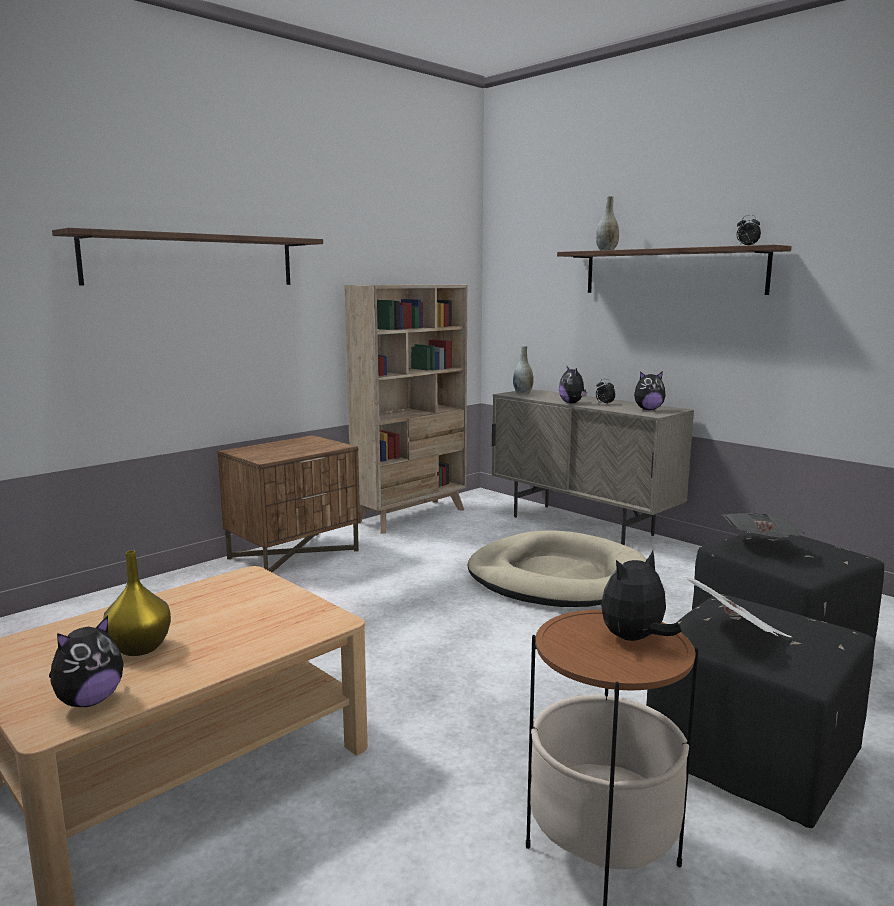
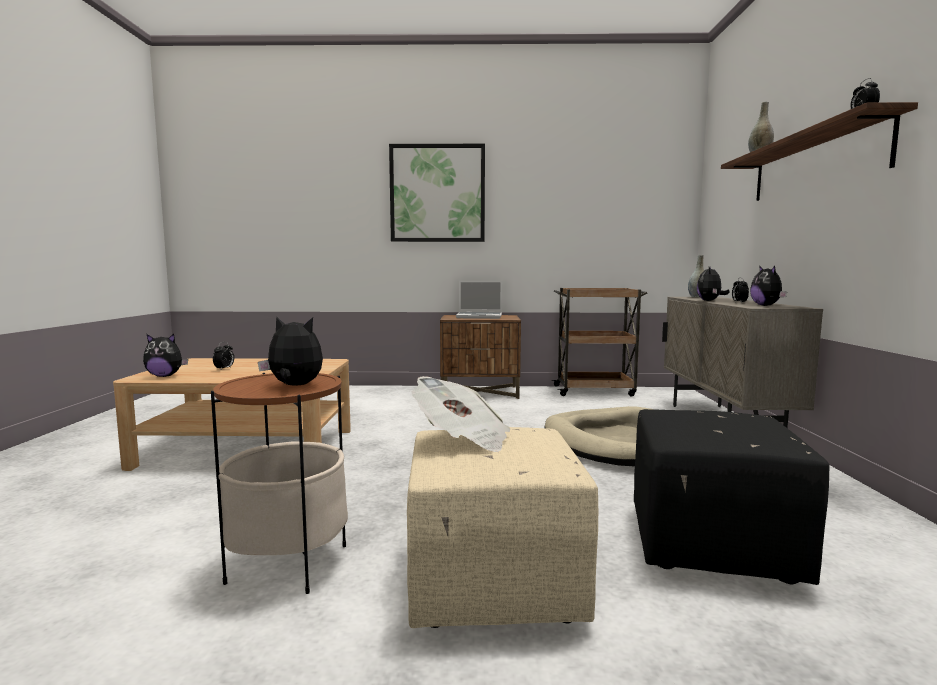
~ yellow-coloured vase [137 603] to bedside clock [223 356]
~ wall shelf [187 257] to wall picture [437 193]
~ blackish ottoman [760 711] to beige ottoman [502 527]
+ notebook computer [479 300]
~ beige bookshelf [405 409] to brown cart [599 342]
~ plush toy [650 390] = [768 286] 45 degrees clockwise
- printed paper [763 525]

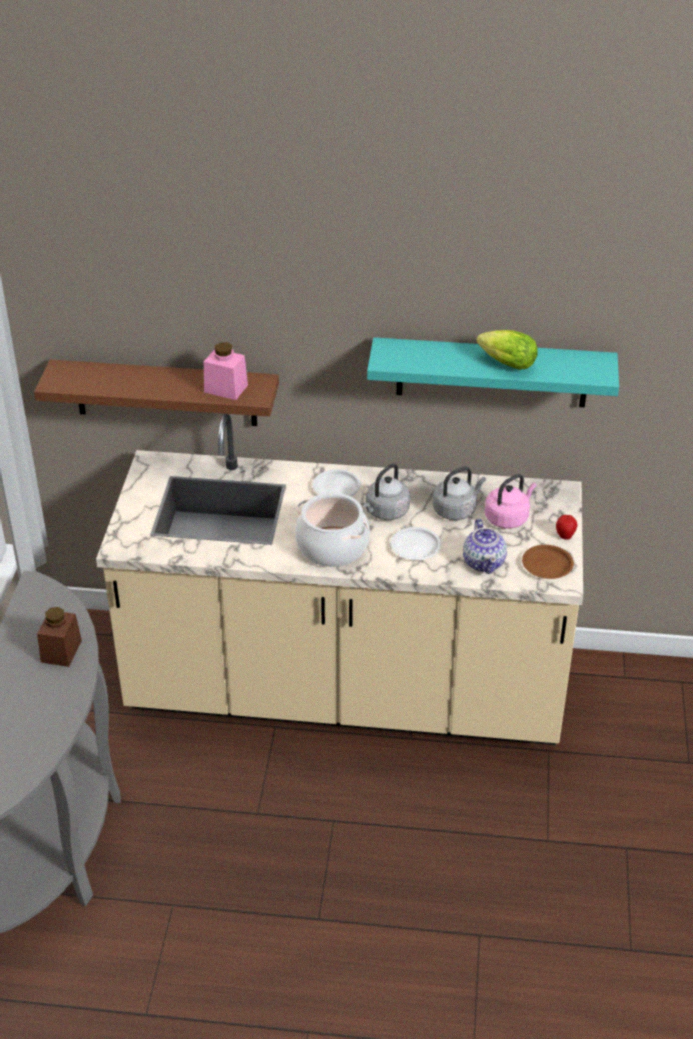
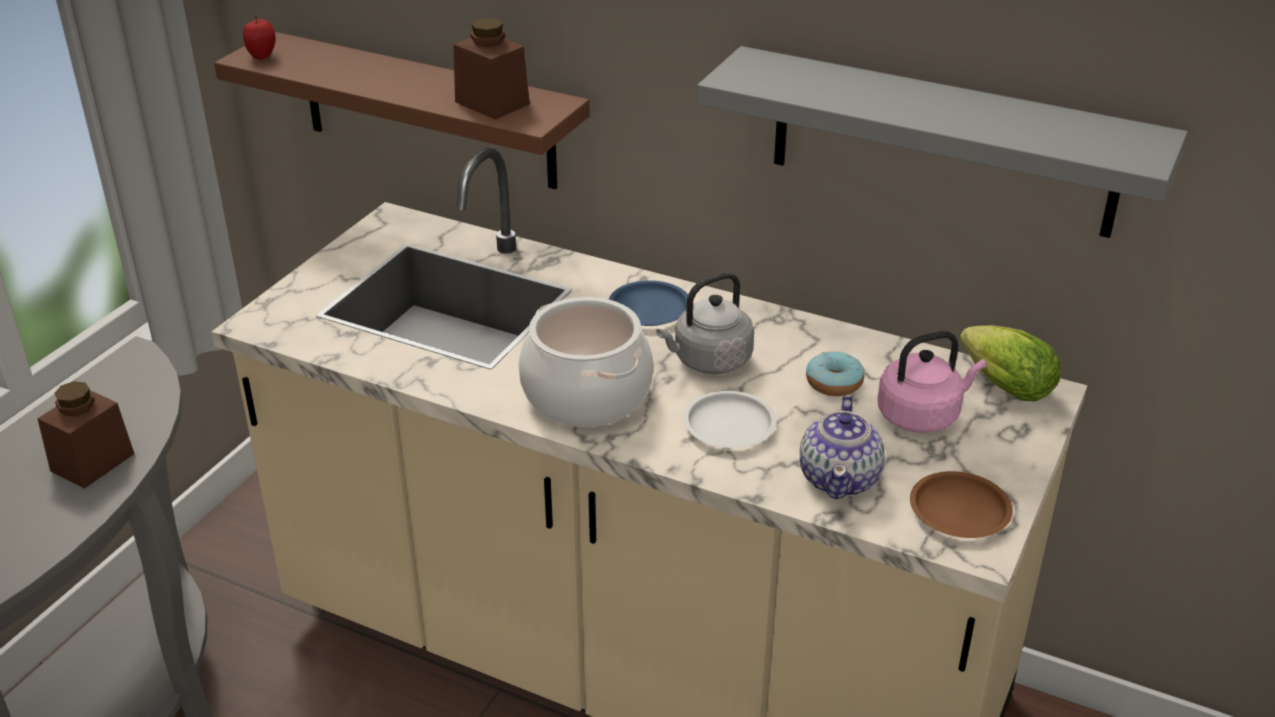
~ whole apple [566 527] to [259 38]
~ pinkish jar [226 371] to brown jar [491 68]
~ white plate [337 482] to bluish plate [648 303]
~ turquoise-coloured wall shelf [493 372] to gray wall shelf [942 142]
~ gray water kettle [459 493] to donut [835 374]
~ lettuce head [507 350] to [1010 363]

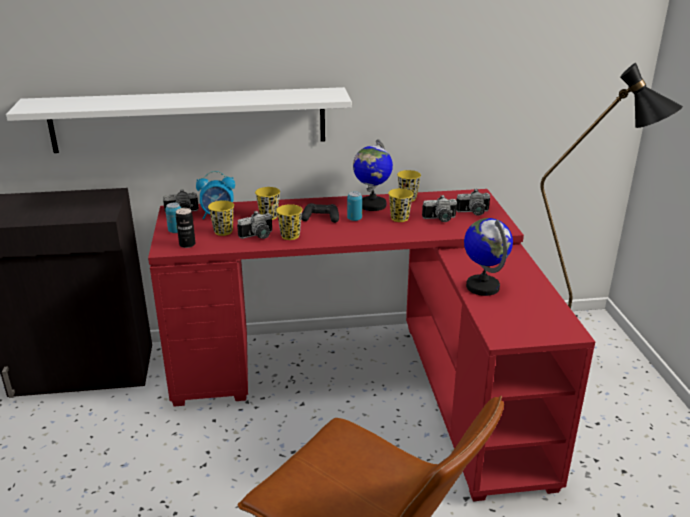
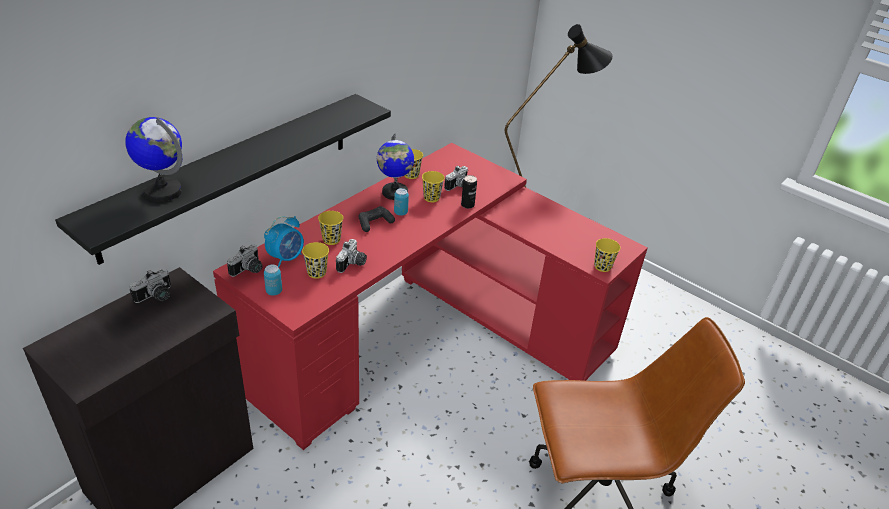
~ white wall shelf [179 120] to blackish wall shelf [223 179]
~ globe [488 257] to [153 159]
~ still camera [473 202] to [150 286]
~ metal can [186 228] to [469 192]
~ yellow-coloured cup [289 222] to [607 255]

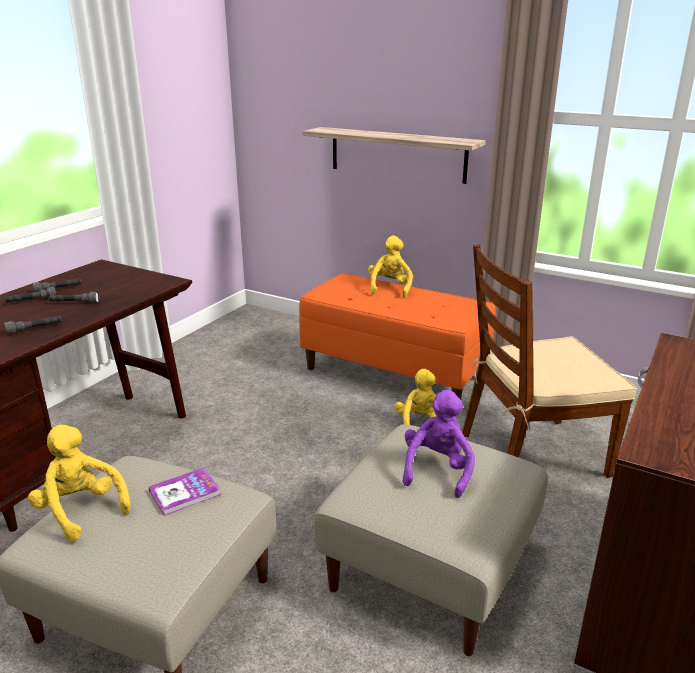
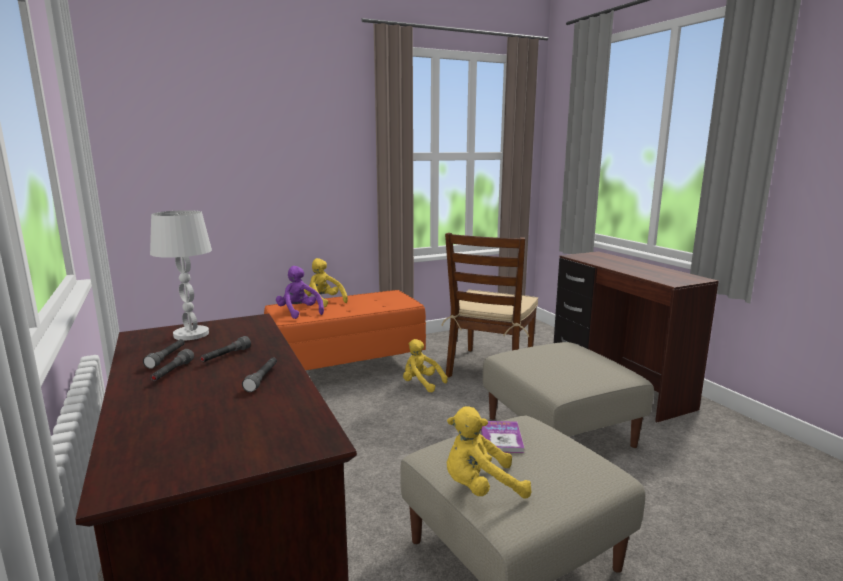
+ white lamp for a table [181 275]
~ purple-coloured plush toy [438 443] to [300 292]
- wall shelf [394 155]

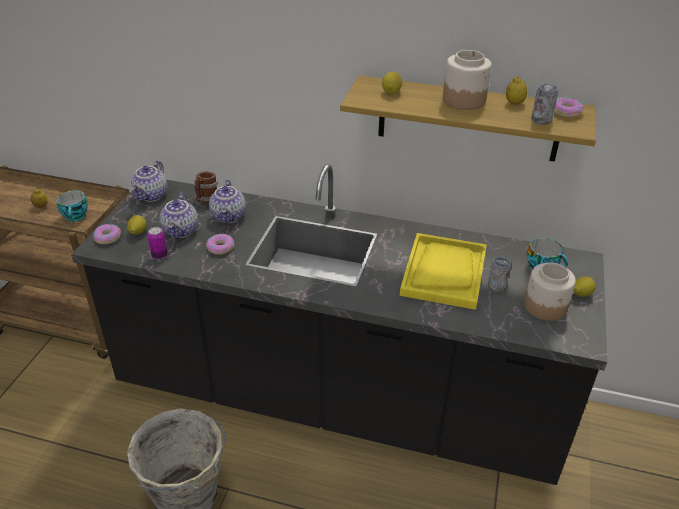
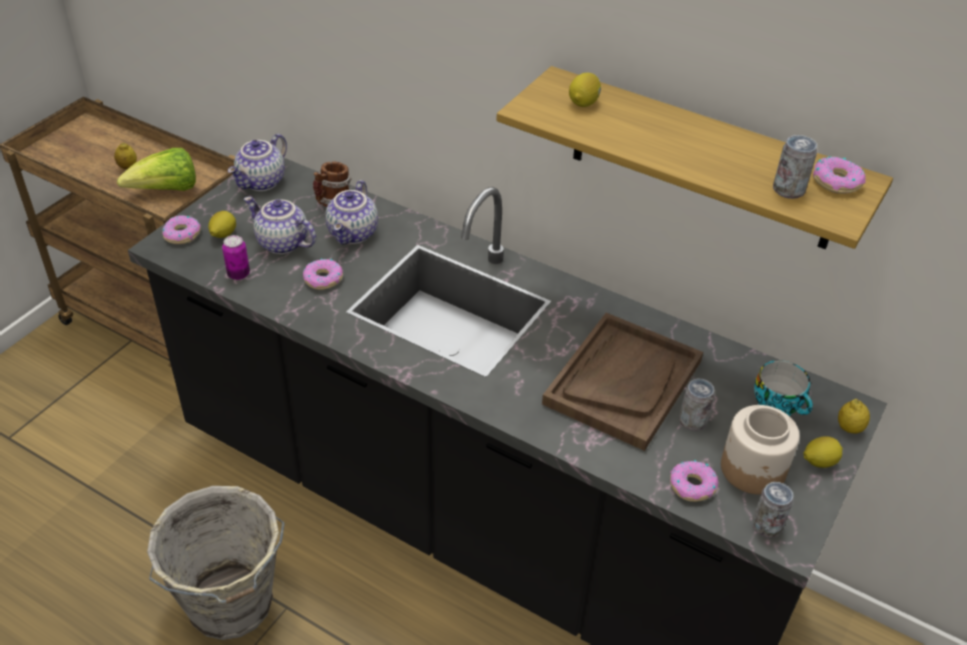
~ cup [72 205] to lettuce head [156 169]
~ pot for tea [179 216] = [280 225] 105 degrees clockwise
~ yellow-coloured tray [443 271] to brown tray [622 382]
+ donut [694 481]
+ metal can [772 510]
~ whole lemon [516 90] to [854 416]
- jar [467 80]

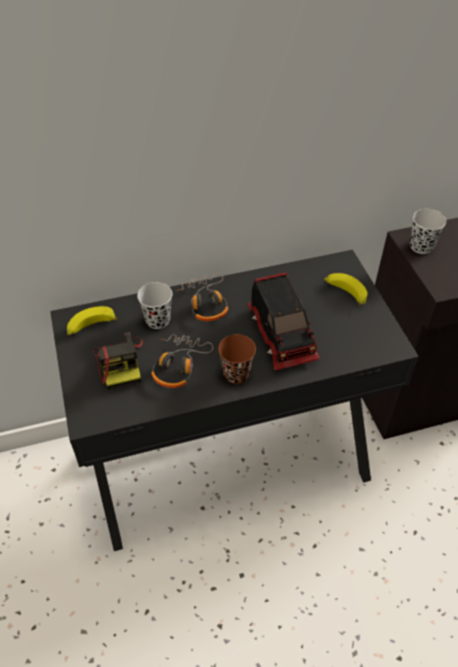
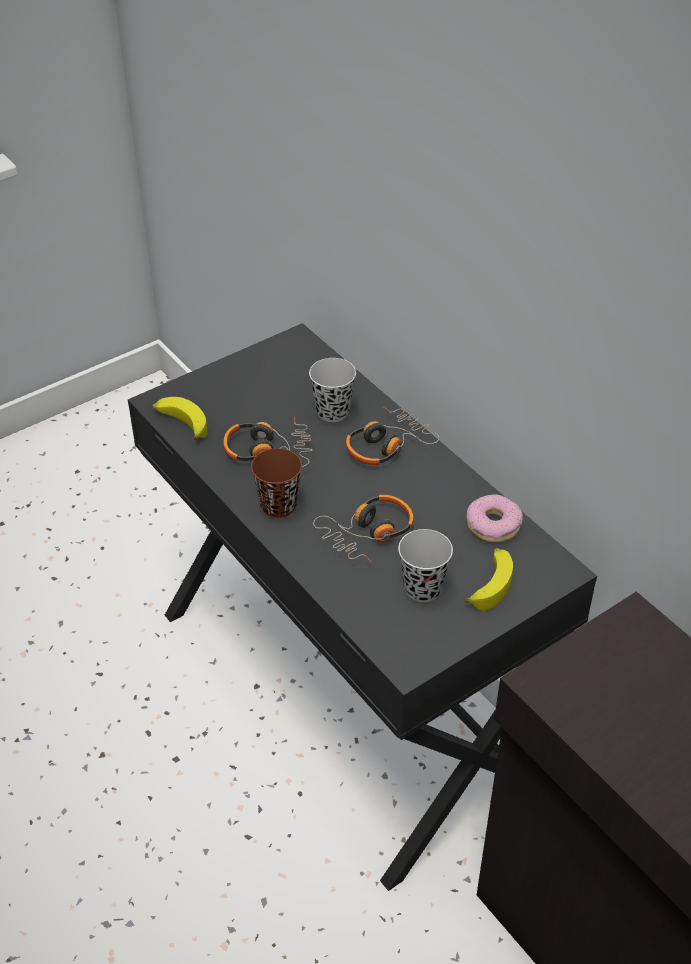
~ whole banana [92 321] to [179 418]
~ toy lorry [284 321] to headphones [363 528]
~ blackish cup [428 231] to [425 565]
+ donut [494 518]
- still camera [118 361]

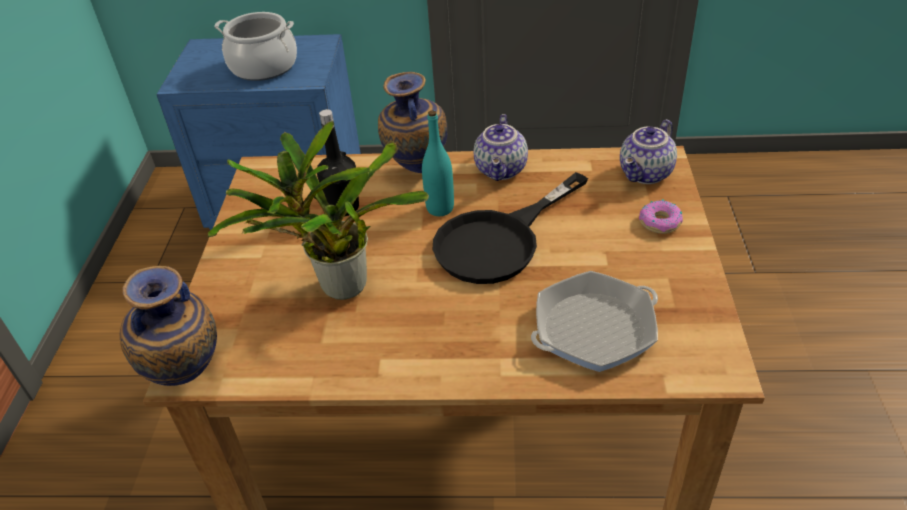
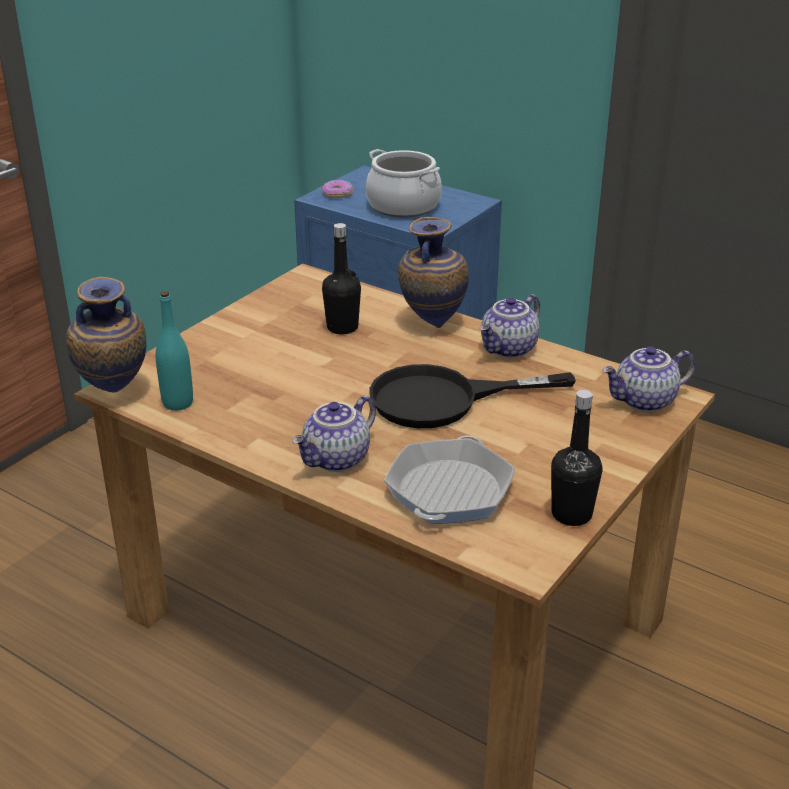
~ turquoise-coloured beverage bottle [438 163] to [174 351]
+ pot for tea [334 434]
~ donut [661 216] to [337 189]
~ frying pan [594 321] = [449 479] 105 degrees clockwise
+ blackish beverage bottle [577 458]
- houseplant [318 210]

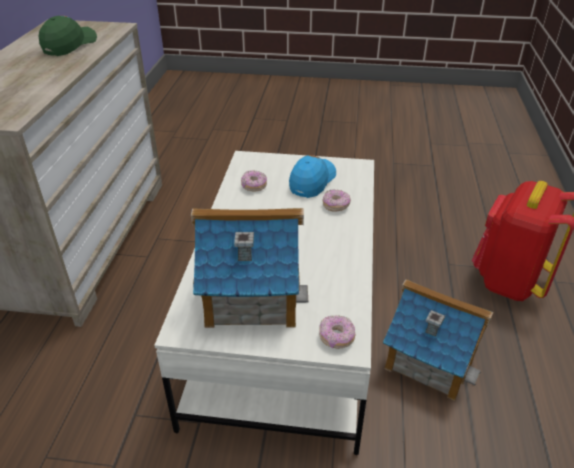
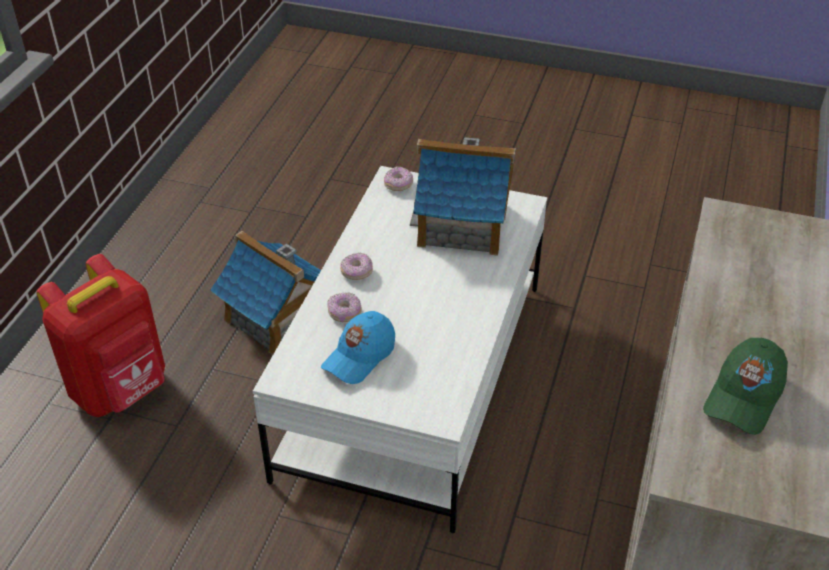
~ donut [254 181] to [356 266]

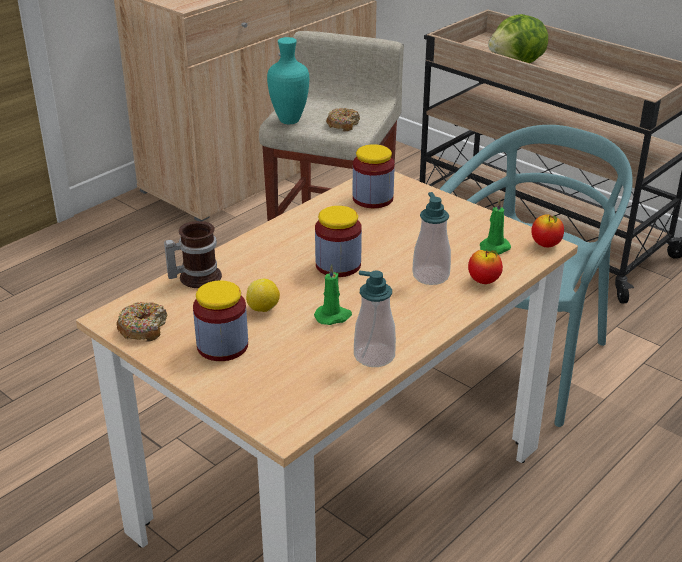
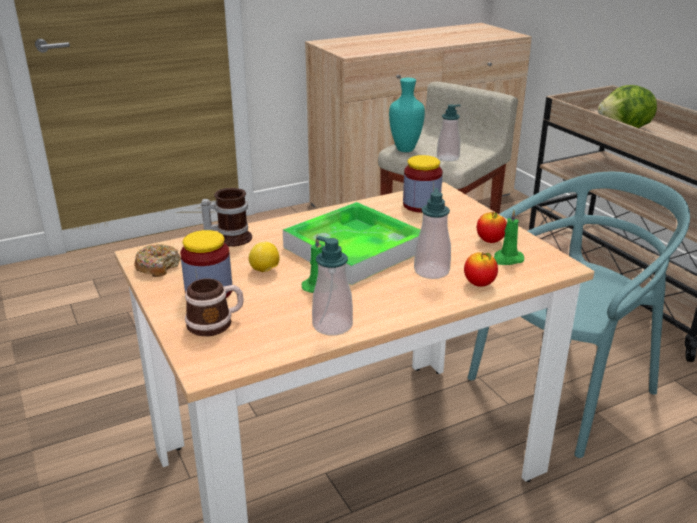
+ mug [214 307]
~ jar [338 241] to tray [351 243]
~ donut [343 119] to soap dispenser [449 132]
~ whole apple [547 230] to [492 227]

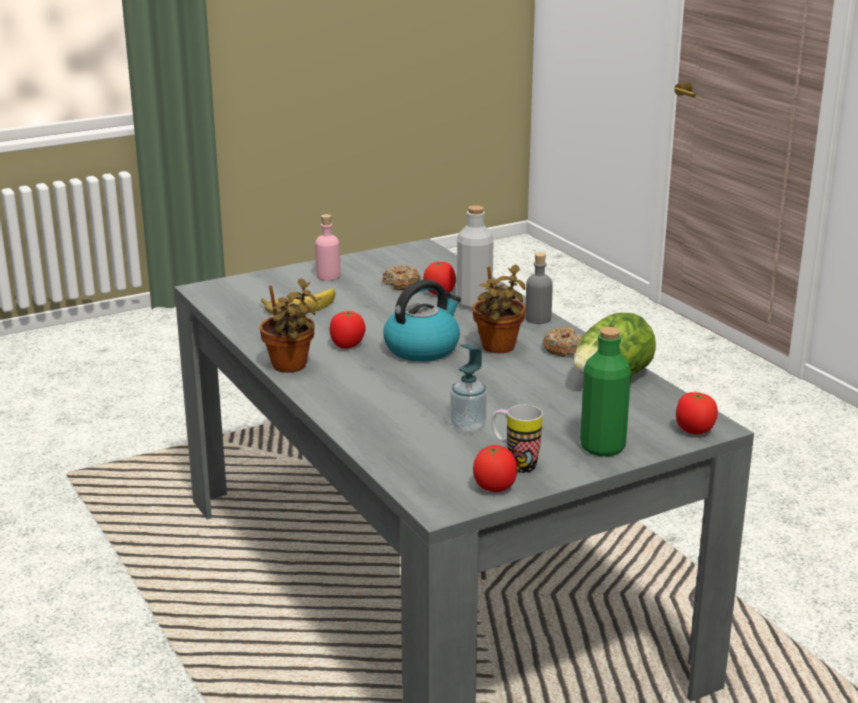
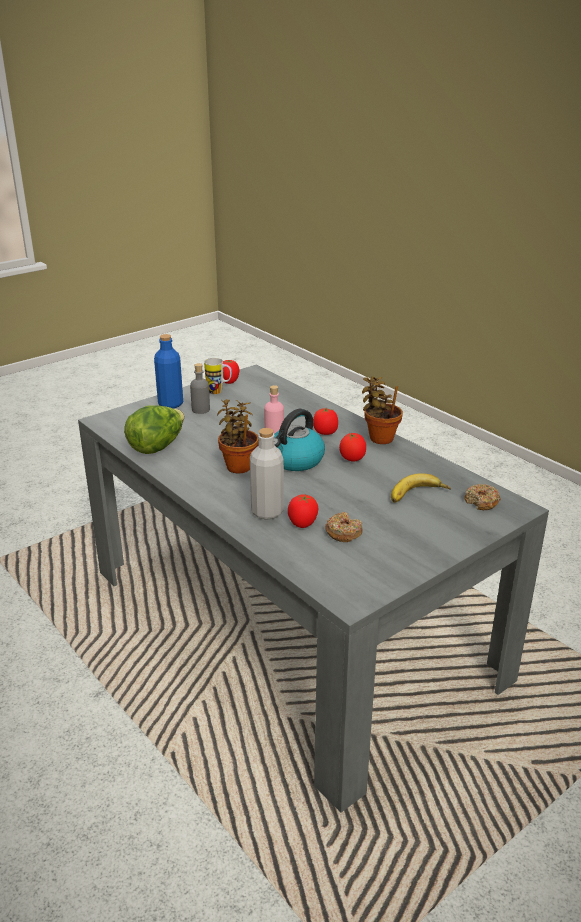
~ green-coloured beverage bottle [605 391] to bluish beverage bottle [168 371]
~ gray beverage bottle [539 288] to [200 388]
~ pinkish beverage bottle [328 247] to [274 409]
~ whole tomato [697 413] to [325 421]
~ donut [563 342] to [482 497]
- soap dispenser [468 388]

